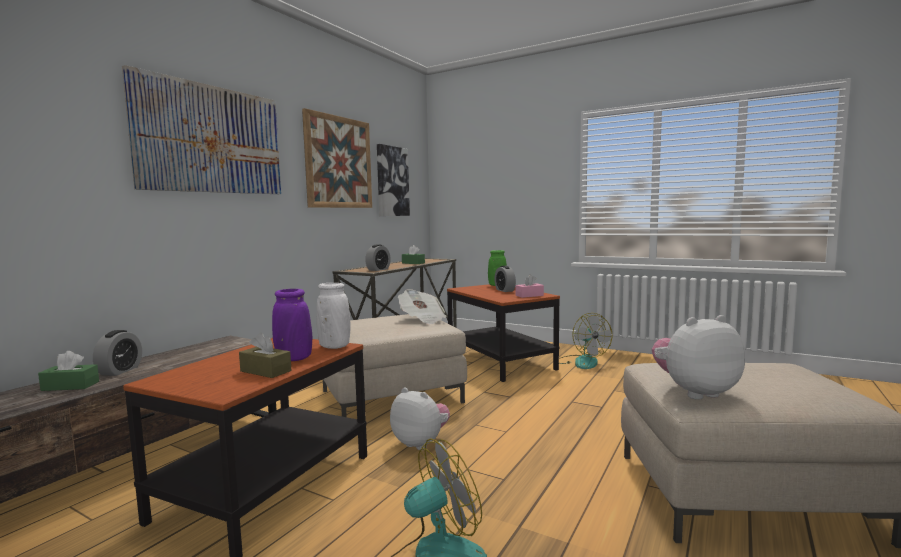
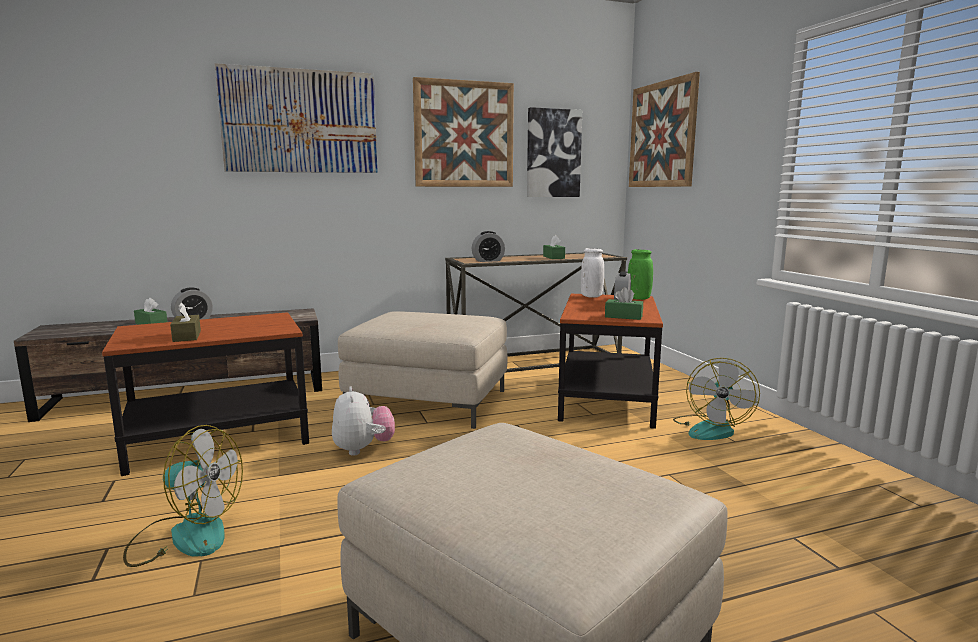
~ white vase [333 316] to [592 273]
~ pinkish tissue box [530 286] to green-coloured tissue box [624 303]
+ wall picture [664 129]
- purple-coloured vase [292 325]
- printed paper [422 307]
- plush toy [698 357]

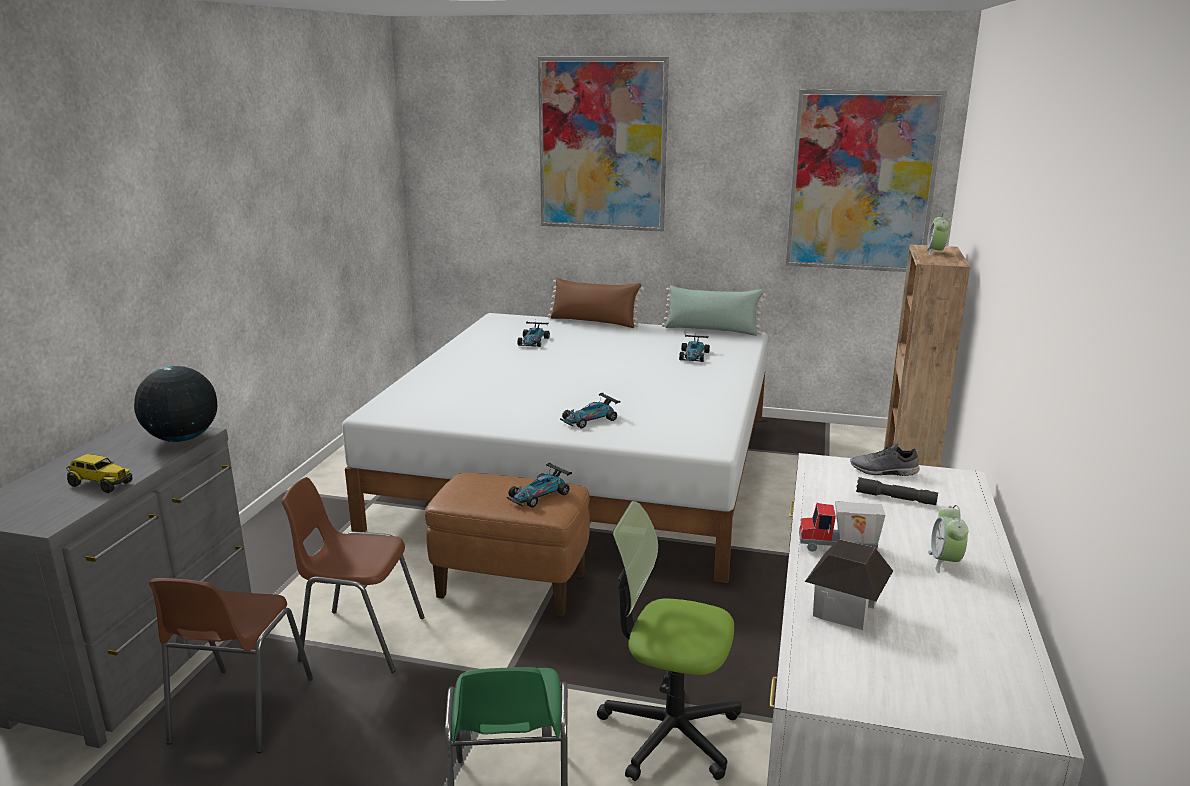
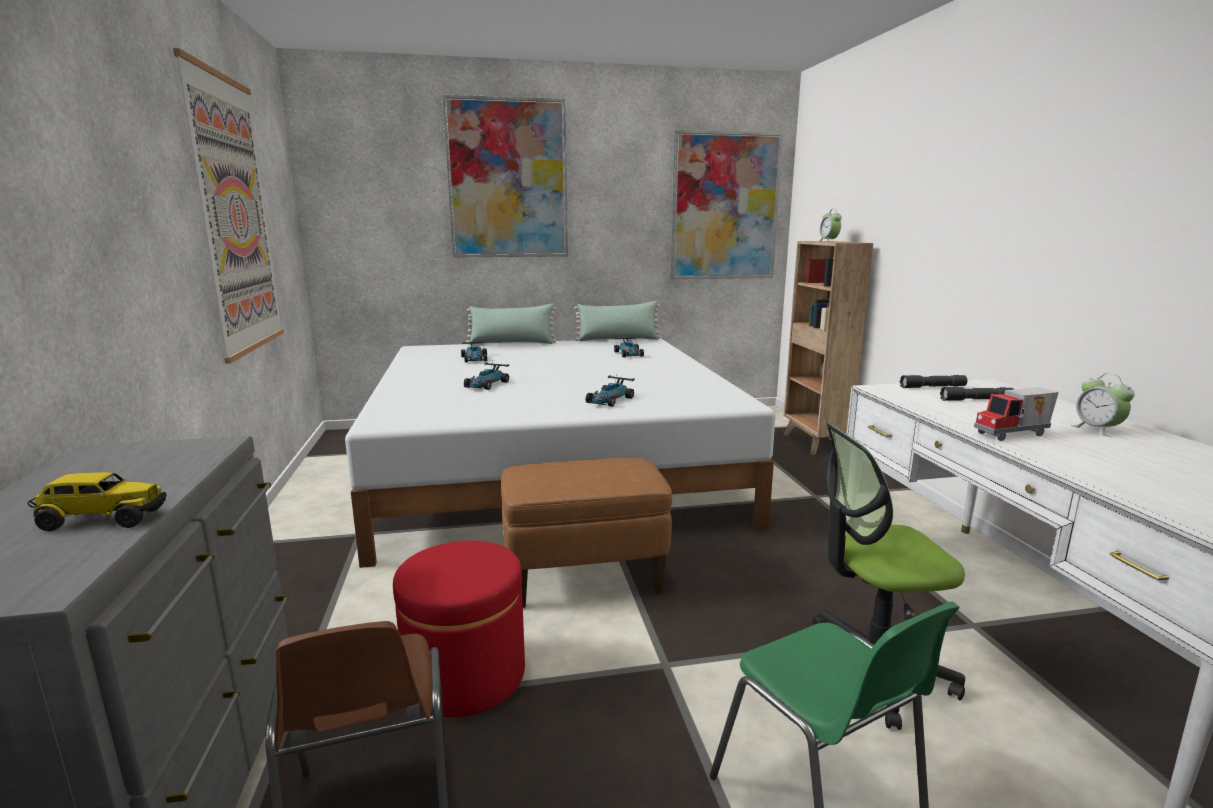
+ wall picture [228 206]
~ brown upright chair [352 575] to red-coloured ottoman [459 629]
~ model car [539 485] to [486 374]
~ brown cushion [596 302] to green-coloured cushion [511 324]
~ gray item of footwear [885 459] to gray hand torch [933 381]
- globe [175 404]
- toy house [849 585]

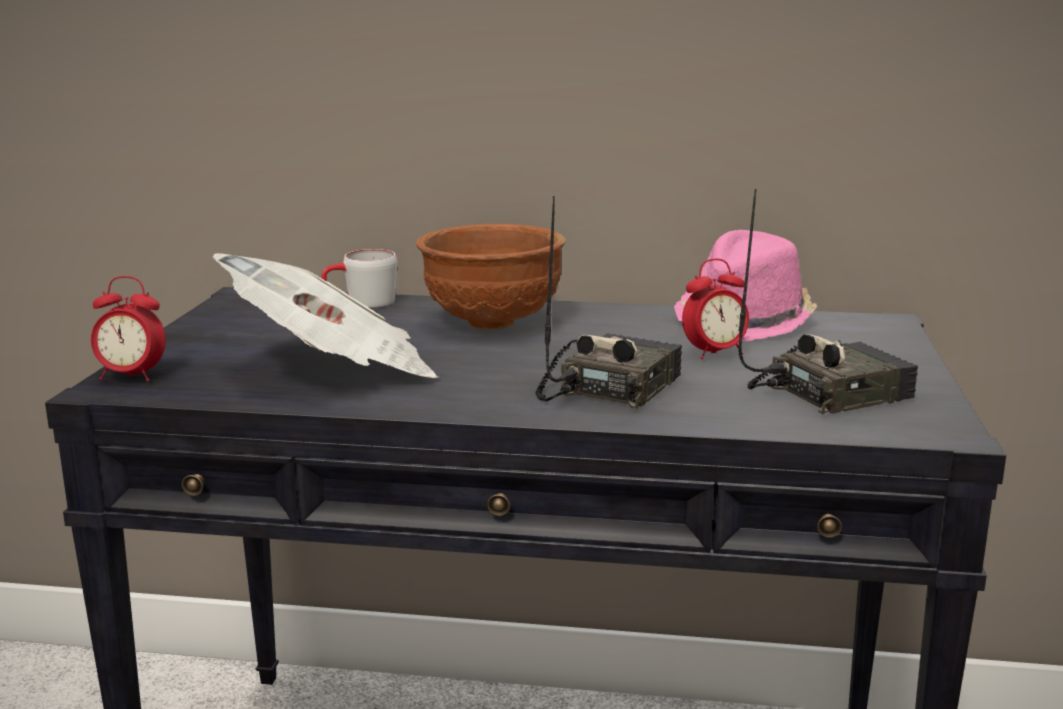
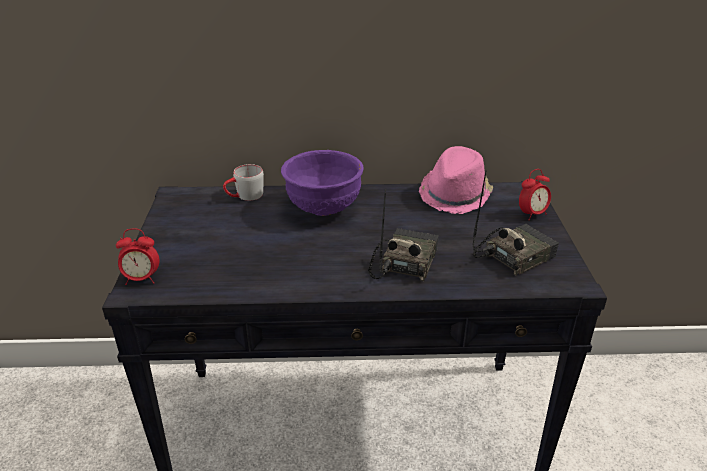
~ brown bowl [491 277] to purple-coloured bowl [322 183]
~ bedside clock [715 309] to [535 195]
- printed paper [325 315]

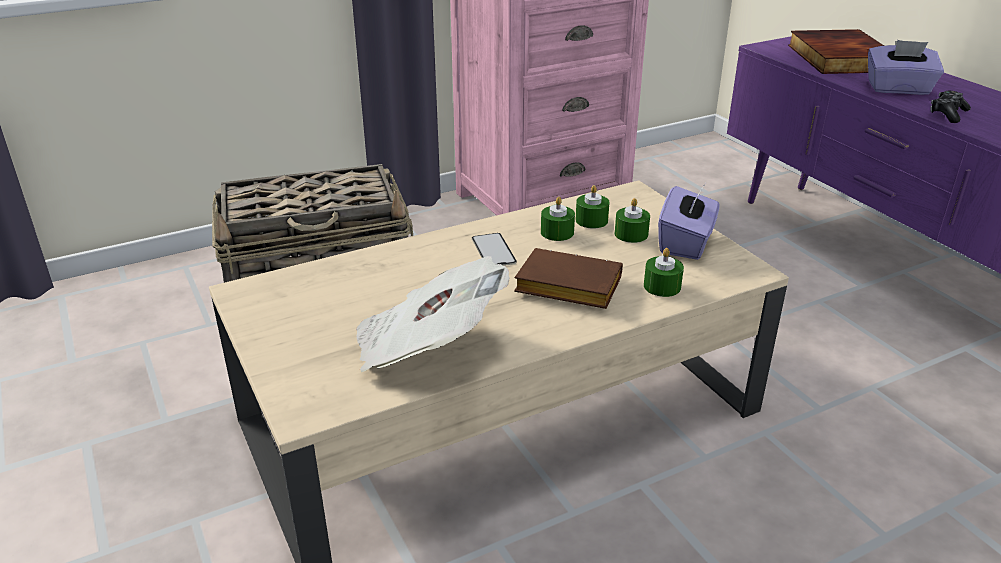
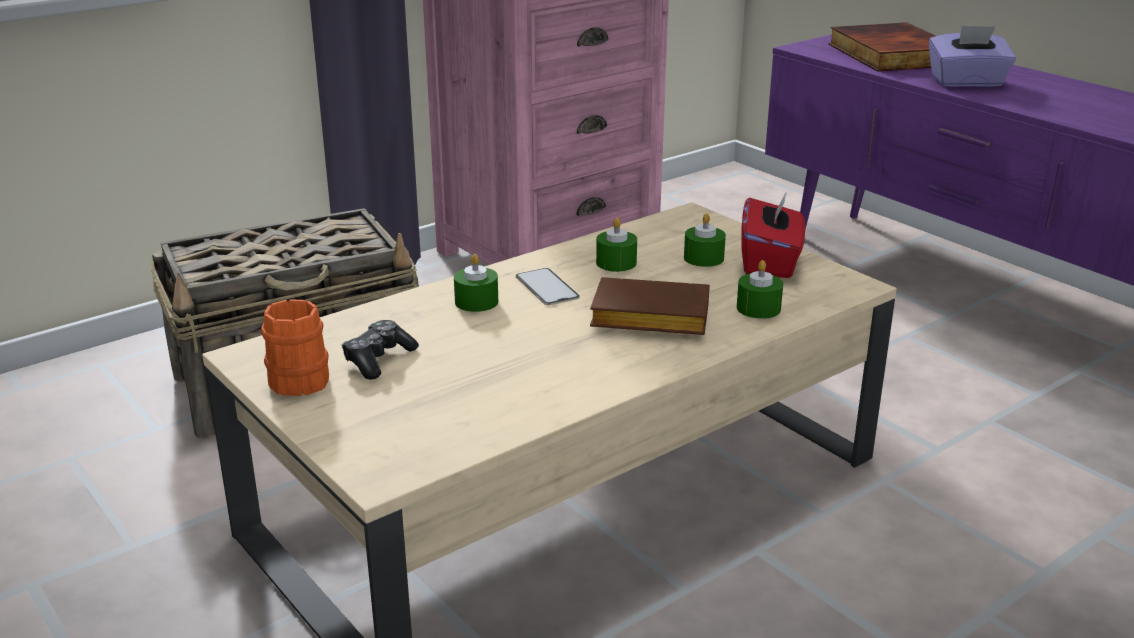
+ orange mug [295 347]
~ joypad [950 107] to [380 350]
~ green-coloured candle [593 206] to [476 283]
~ purple-coloured tissue box [689 222] to red-coloured tissue box [773 233]
- printed paper [433 314]

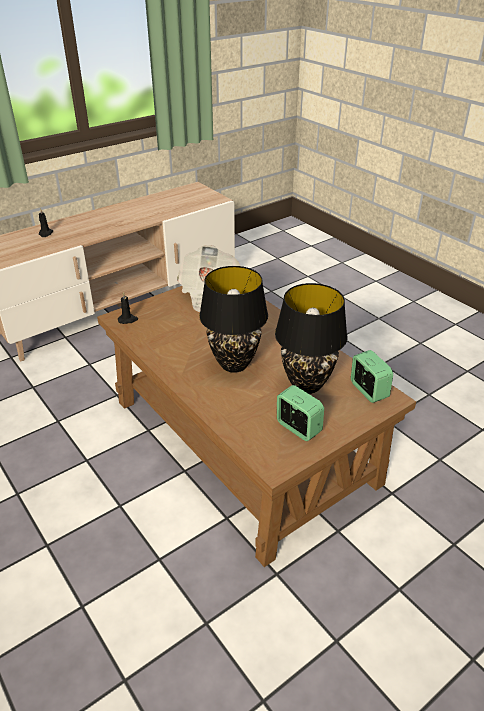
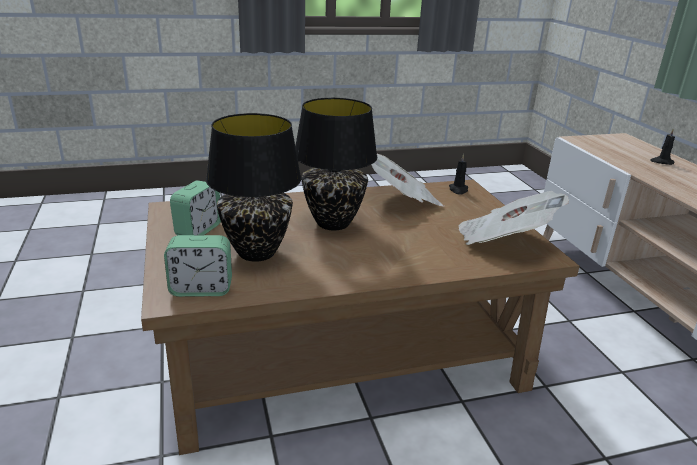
~ bedside clock [300 413] = [195 208] 45 degrees counterclockwise
+ printed paper [407 180]

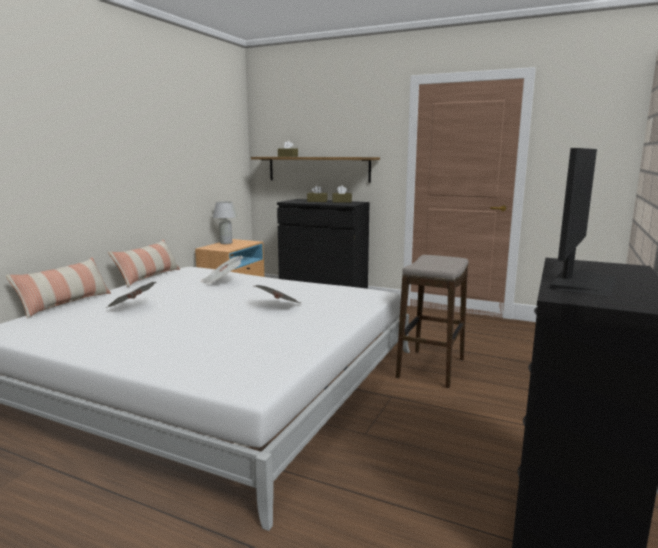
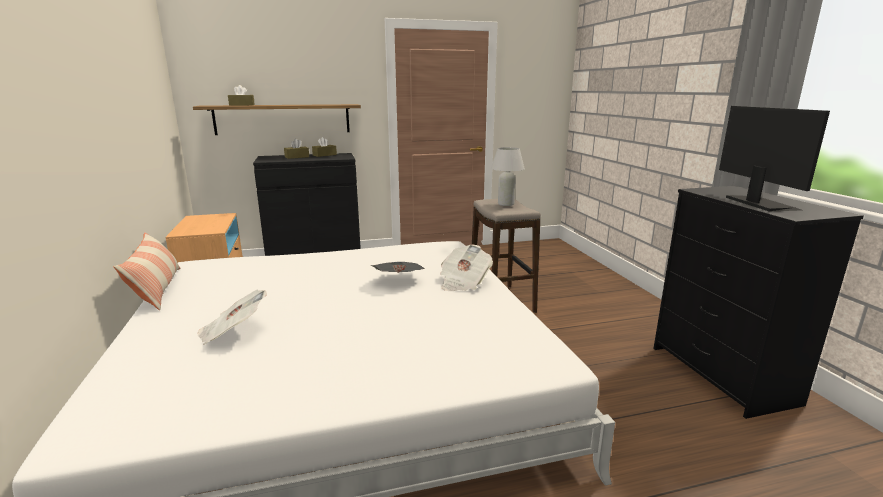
~ printed paper [222 270] to [466 268]
~ white lamp for a table [224 222] to [508 176]
- cushion [58 288]

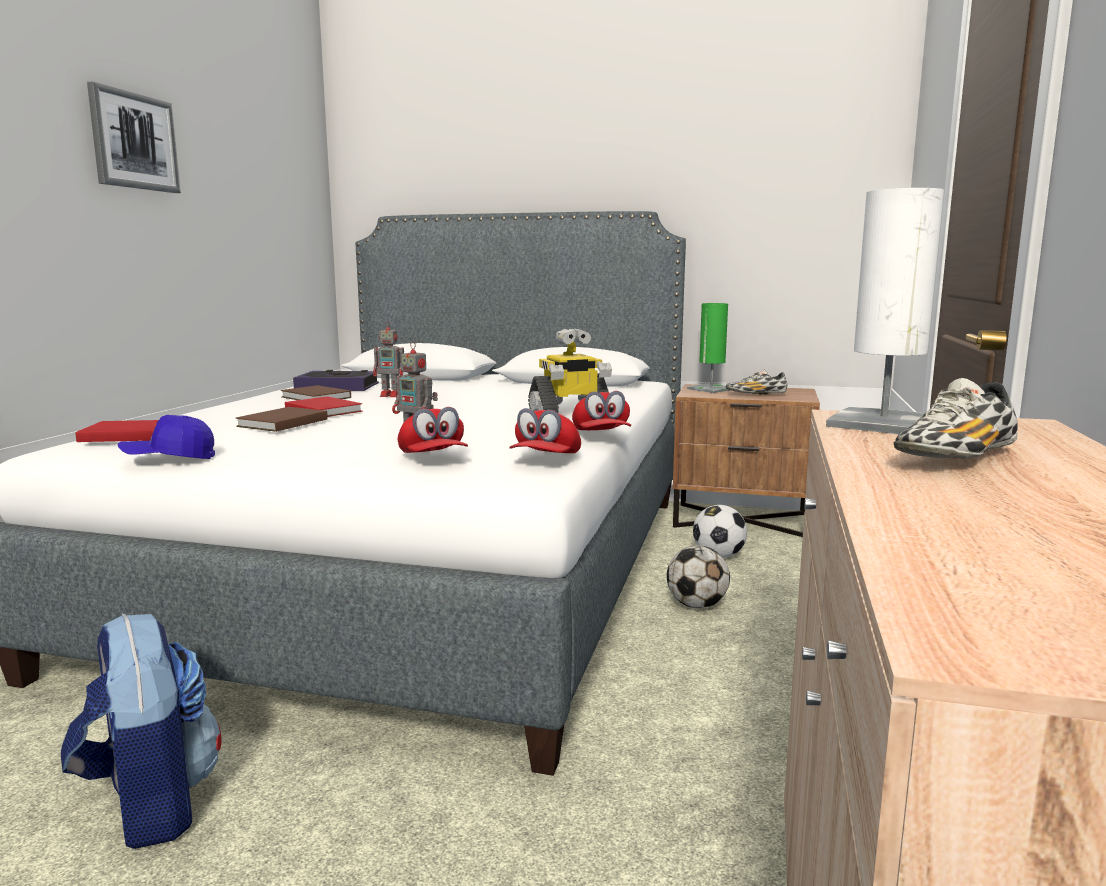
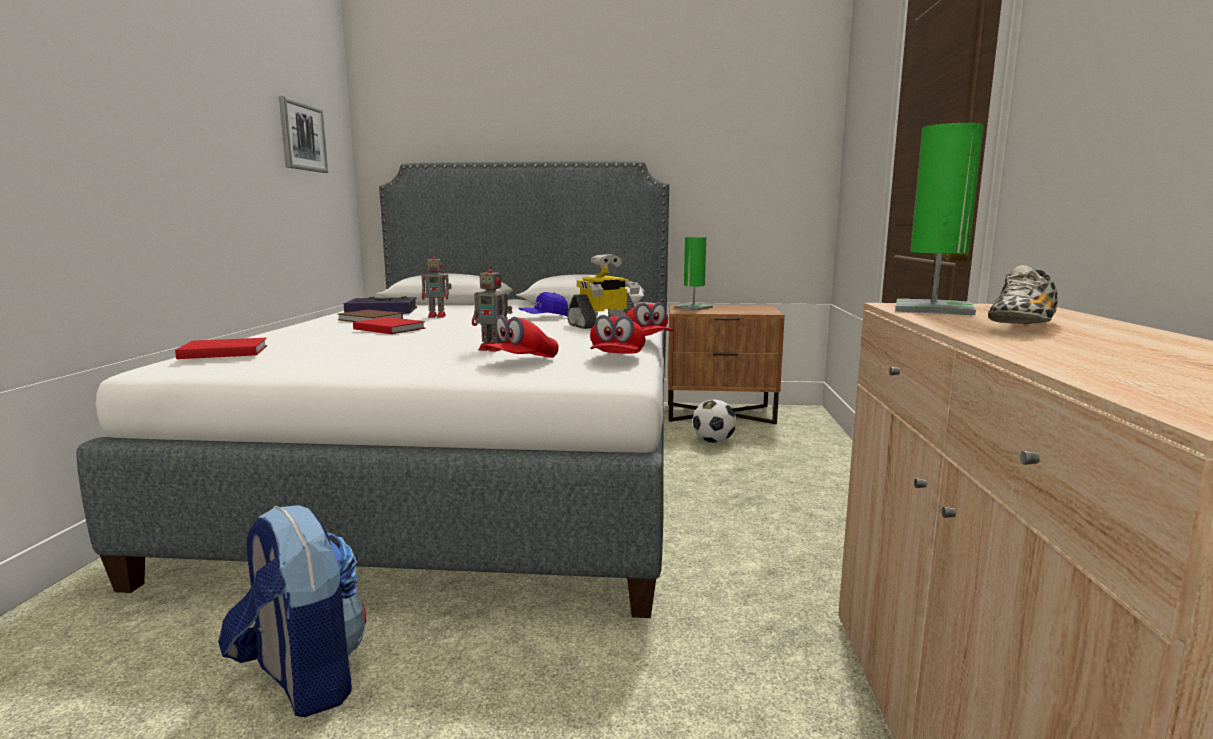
~ wall picture [134 137] to [303 134]
~ red-coloured cap [433 430] = [520 336] 75 degrees clockwise
~ bluish cap [166 437] to [543 304]
~ white lamp for a table [885 311] to green-coloured lamp for a table [939 219]
- brown book [281 419]
- football [698 577]
- item of footwear [756 382]

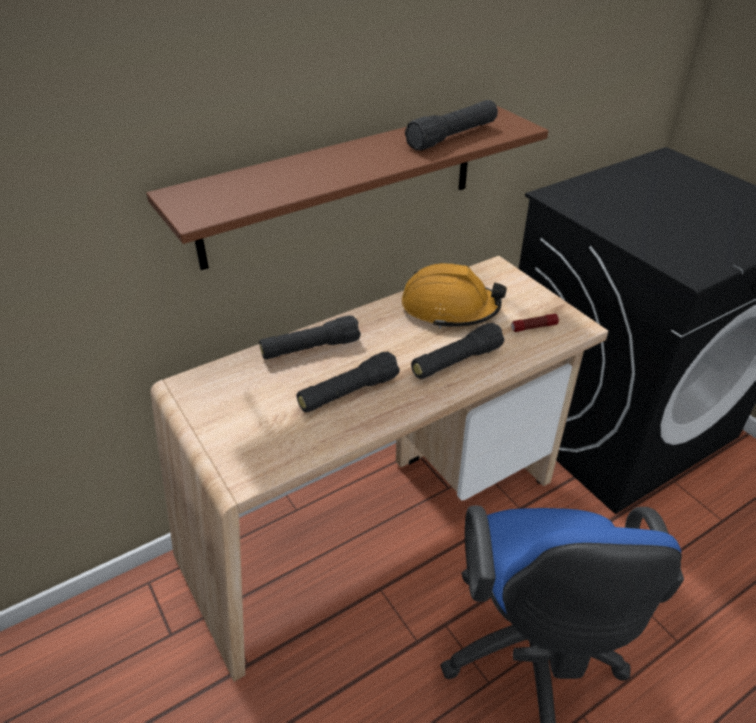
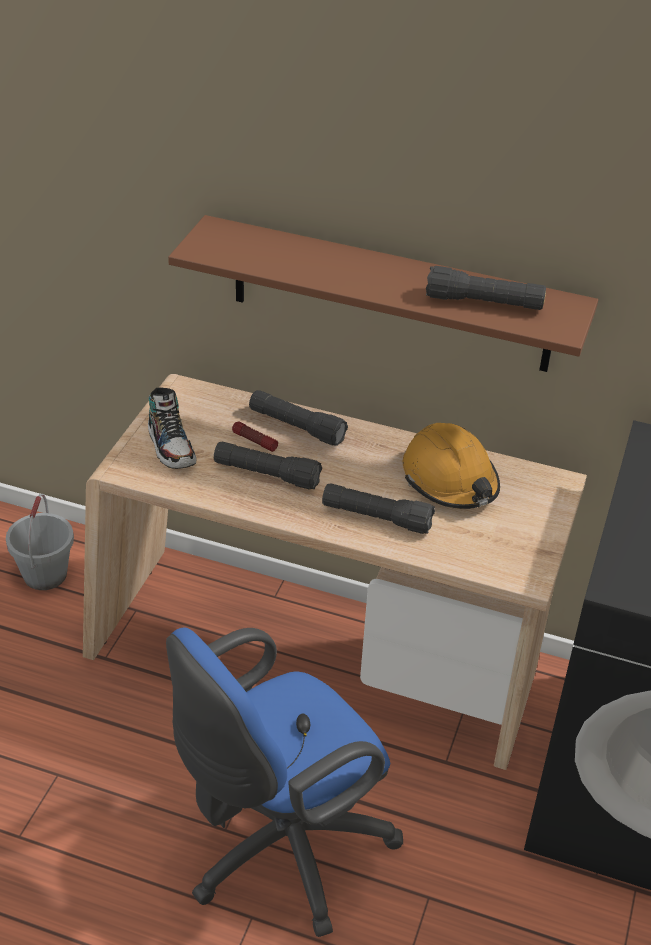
+ gray pail [40 542]
+ item of footwear [172 428]
~ hand torch [535 323] to [255 436]

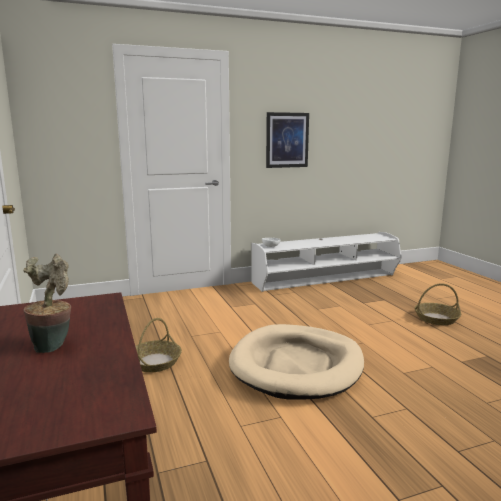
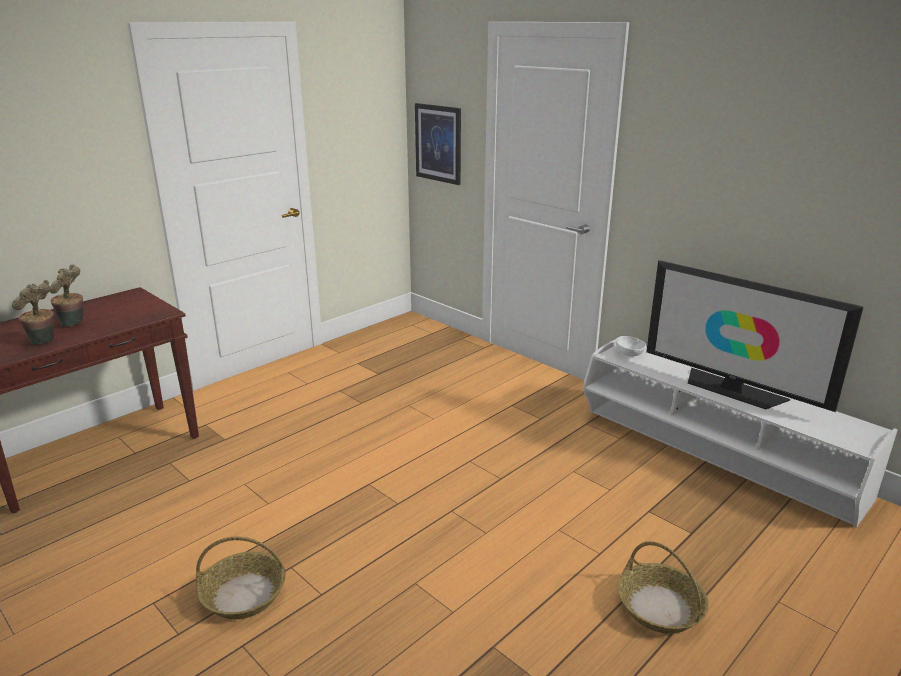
+ houseplant [33 312]
~ basket [158 345] to [241 577]
~ wall picture [287 140] to [438 144]
+ television [755 336]
- beige dog cushion [296 362]

